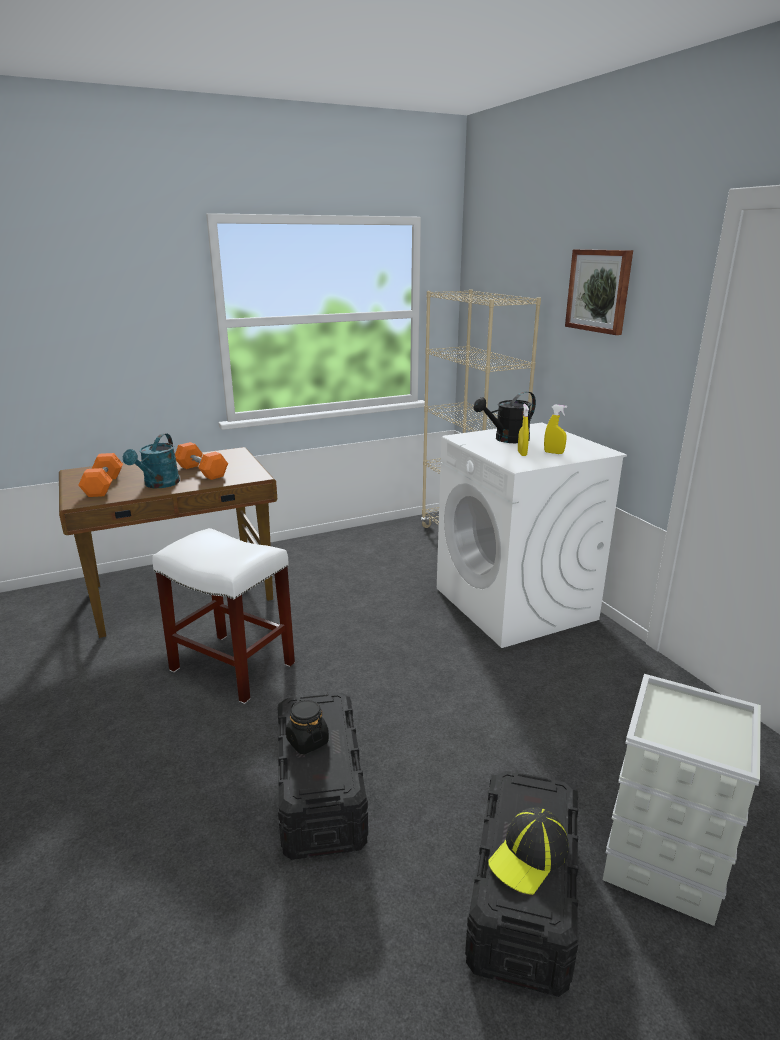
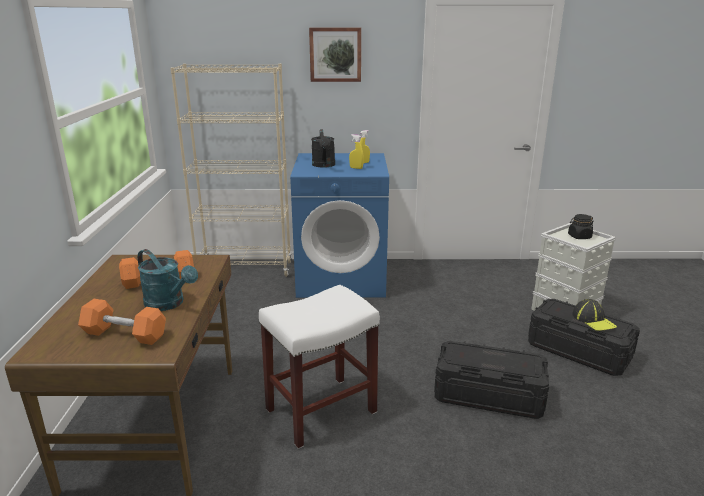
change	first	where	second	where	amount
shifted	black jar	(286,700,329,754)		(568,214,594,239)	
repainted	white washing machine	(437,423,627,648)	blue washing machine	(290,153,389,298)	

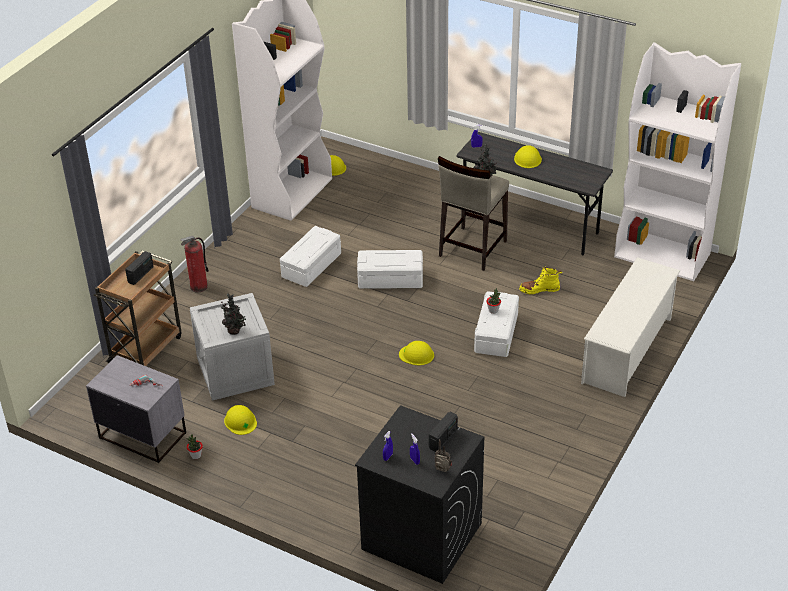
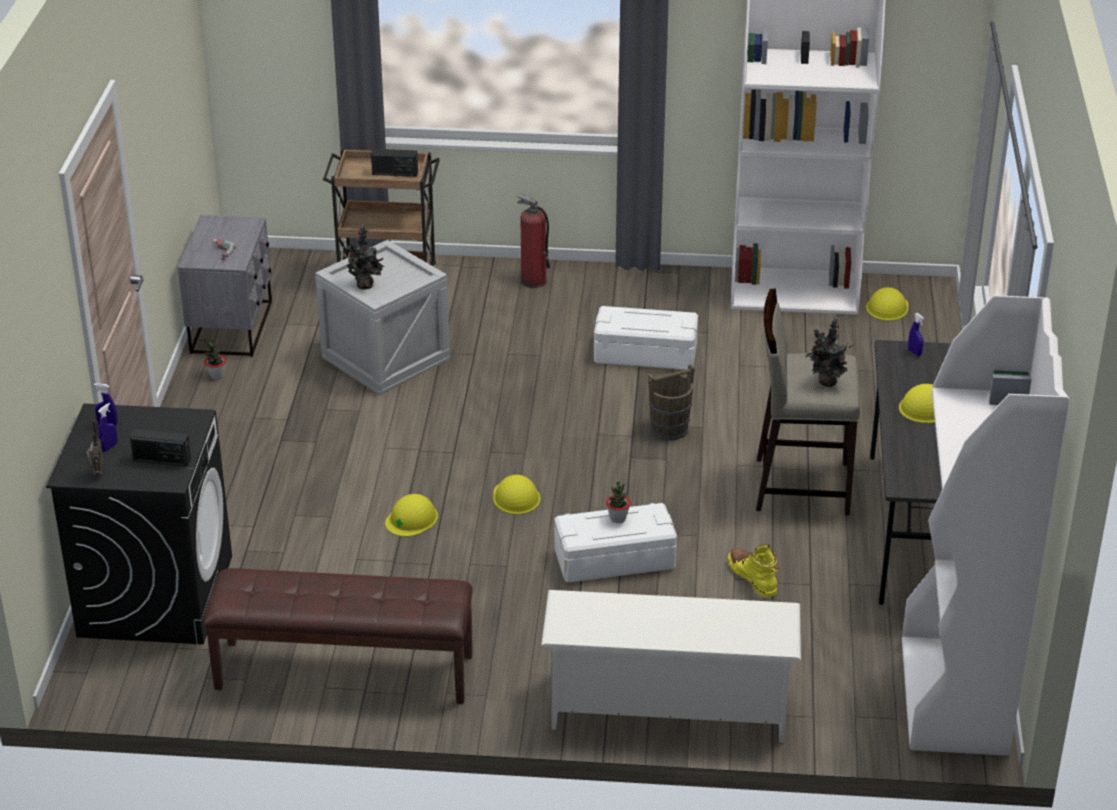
change	first	where	second	where	amount
shifted	yellow hard hat	(224,405,257,435)		(385,494,438,537)	
swapped	white storage box	(357,250,423,289)	brown bucket	(648,364,695,441)	
new			brown bench	(204,568,473,704)	

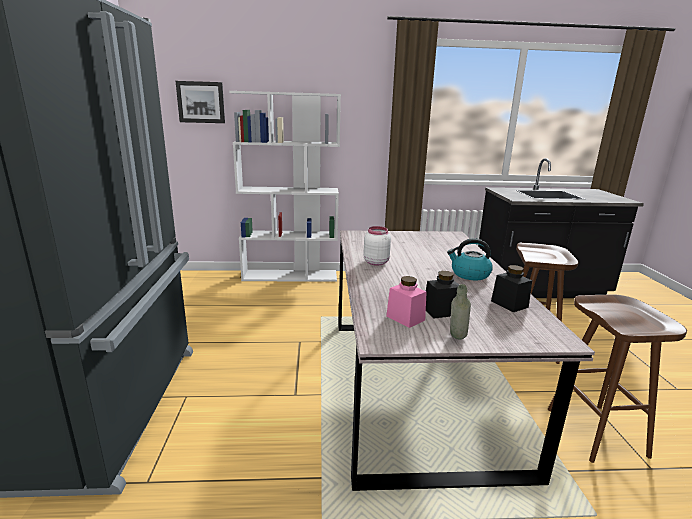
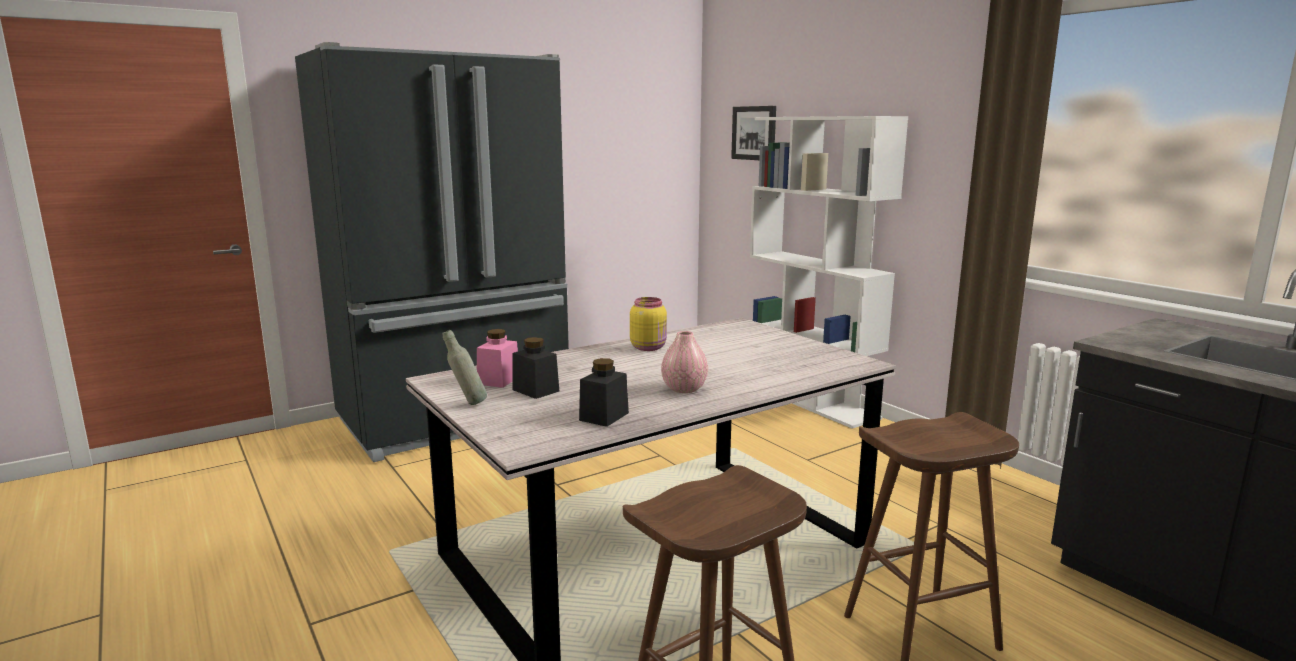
change	first	where	second	where	amount
repainted	white jar	(363,226,391,266)	yellow jar	(630,297,667,351)	
swapped	kettle	(447,238,493,280)	pink vase	(661,331,708,393)	

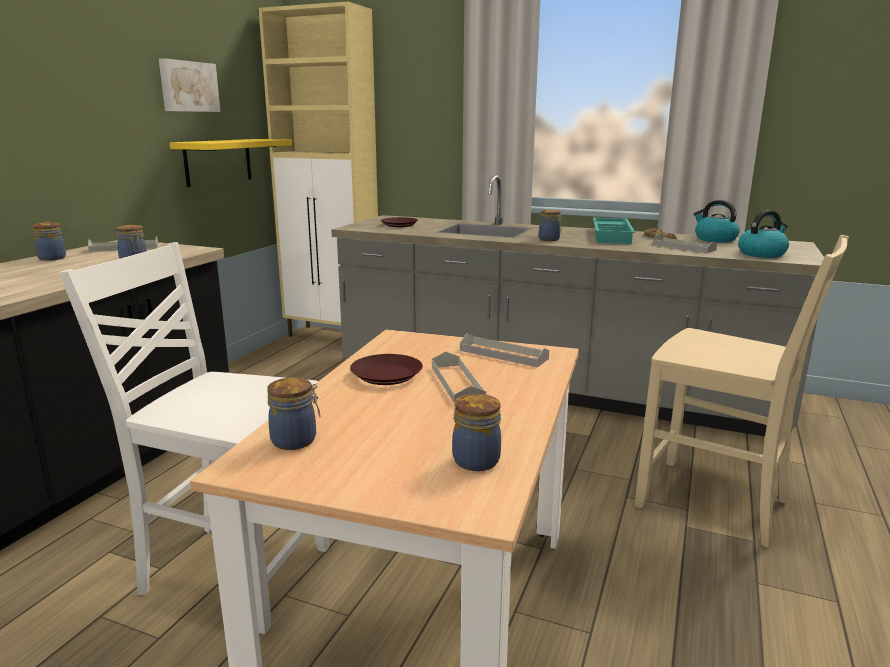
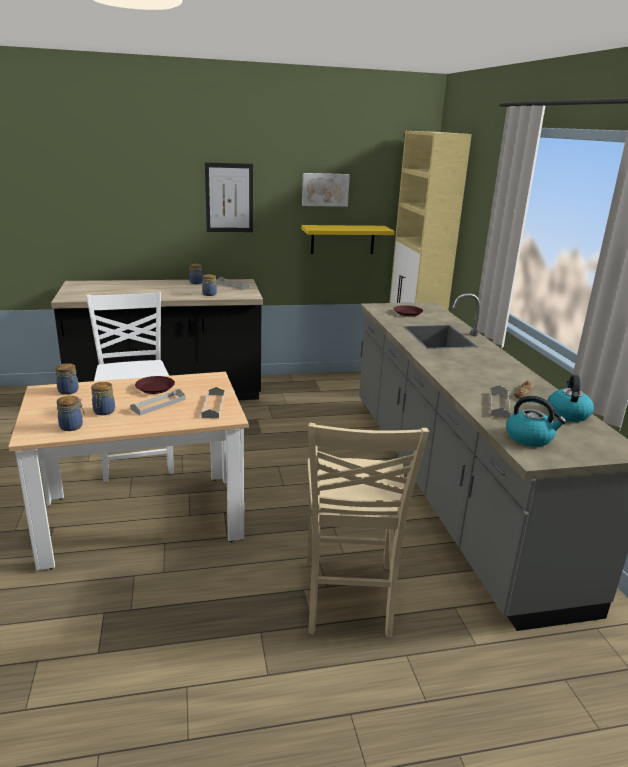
change	first	where	second	where	amount
shifted	jar	(539,209,562,241)		(91,382,115,415)	
gone	turquoise tray	(593,218,635,244)			
new			picture	(205,162,253,232)	

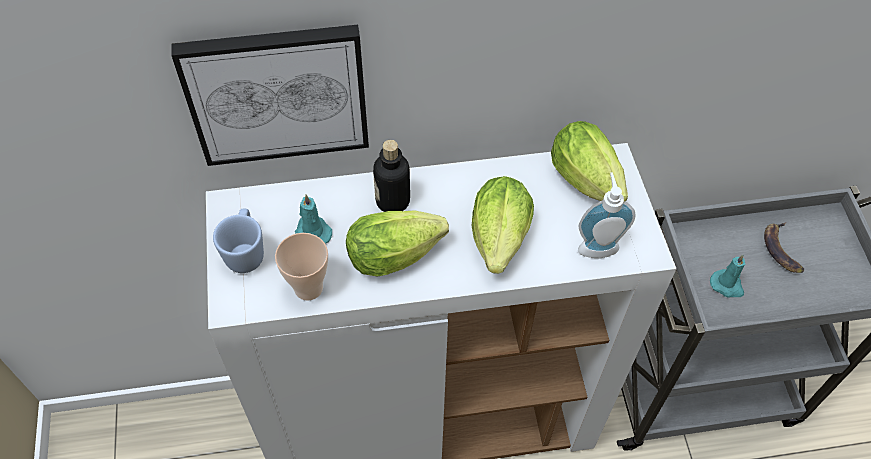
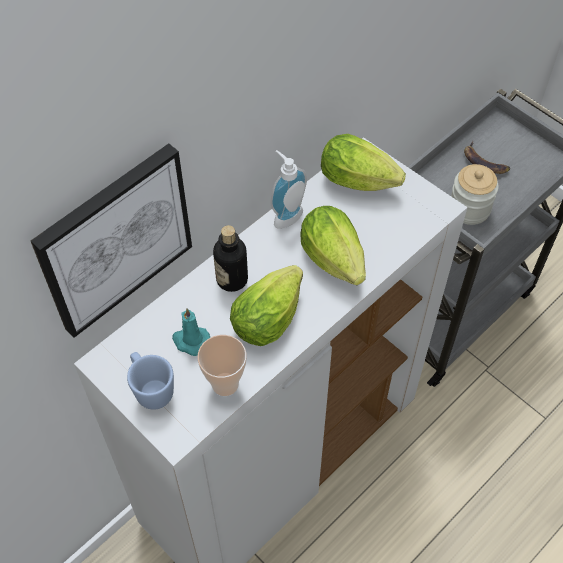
change	first	where	second	where	amount
shifted	soap dispenser	(578,173,636,258)		(270,150,307,229)	
swapped	turquoise candle	(710,255,745,298)	jar	(451,164,499,225)	

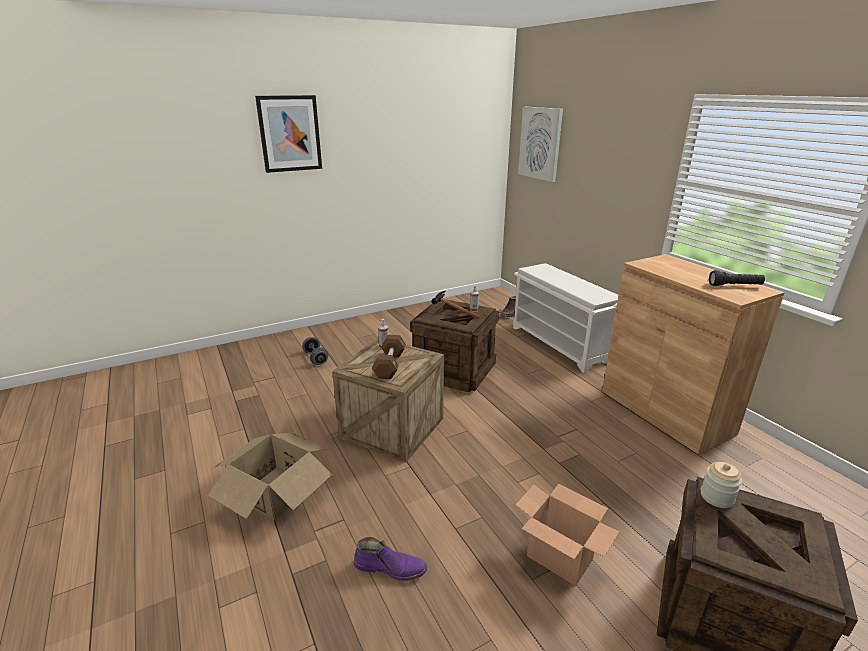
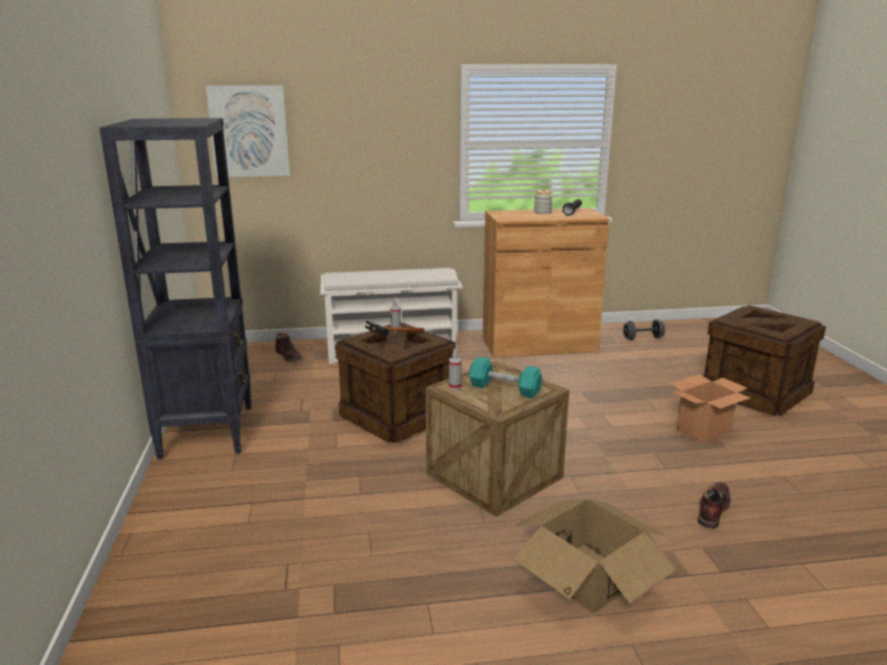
change	first	where	second	where	amount
gone	picture	(255,95,322,173)			
shifted	grey dumbbell	(302,337,328,365)		(623,319,665,340)	
repainted	purple boot	(354,537,427,581)	brown boot	(698,482,731,529)	
repainted	brown dumbbell	(372,335,406,379)	turquoise dumbbell	(469,357,542,398)	
shifted	jar	(701,462,742,508)		(534,188,553,214)	
new			black bookcase	(99,118,252,460)	

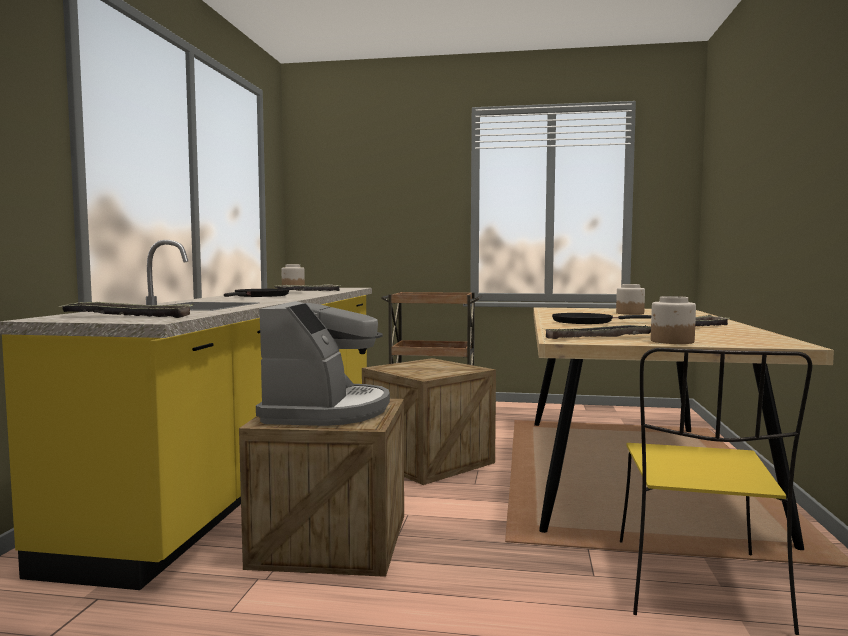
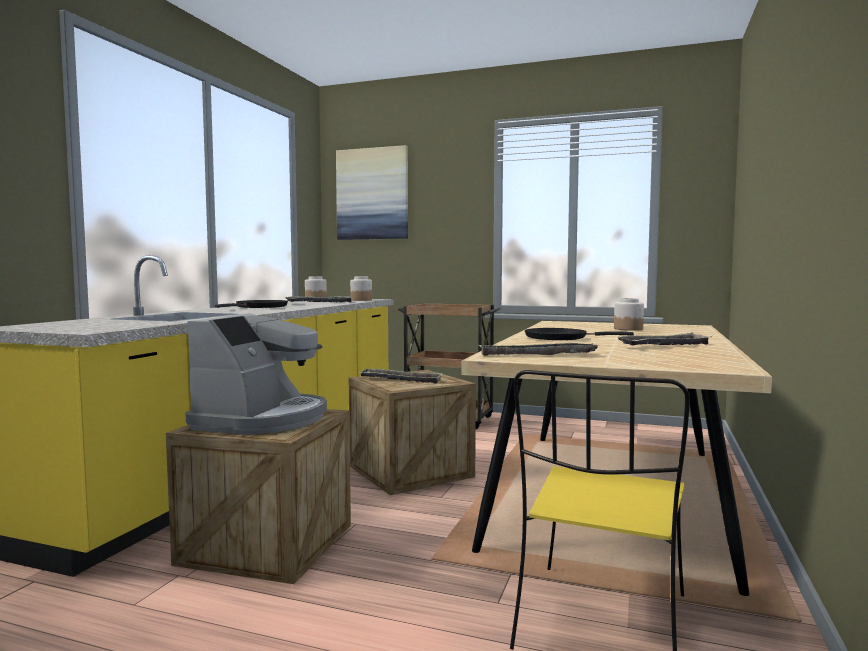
change	first	where	second	where	amount
shifted	tray	(62,302,193,318)		(359,369,443,384)	
shifted	jar	(651,296,696,344)		(350,277,372,301)	
new			picture	(336,145,408,240)	

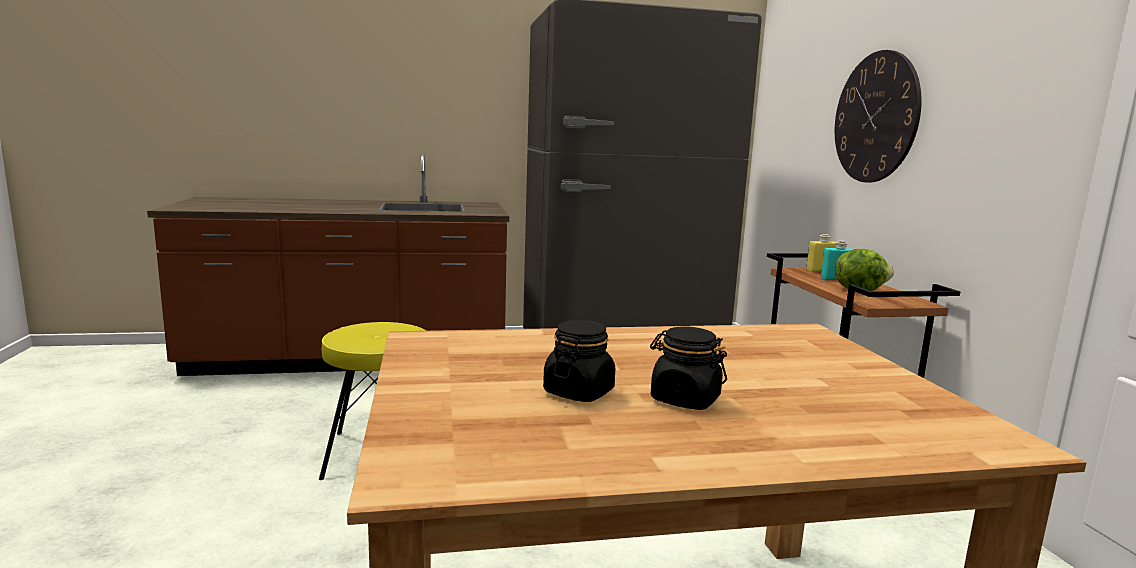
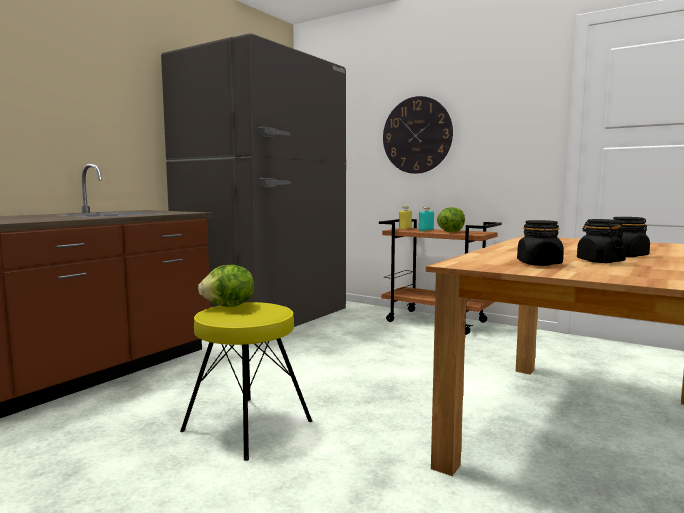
change	first	where	second	where	amount
new			lettuce	(198,265,254,307)	
new			black jar	(517,220,564,266)	

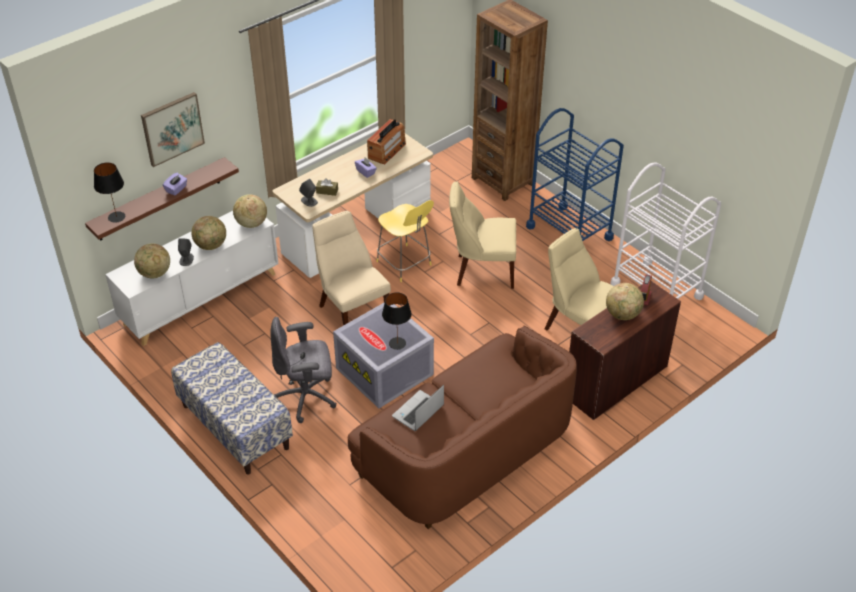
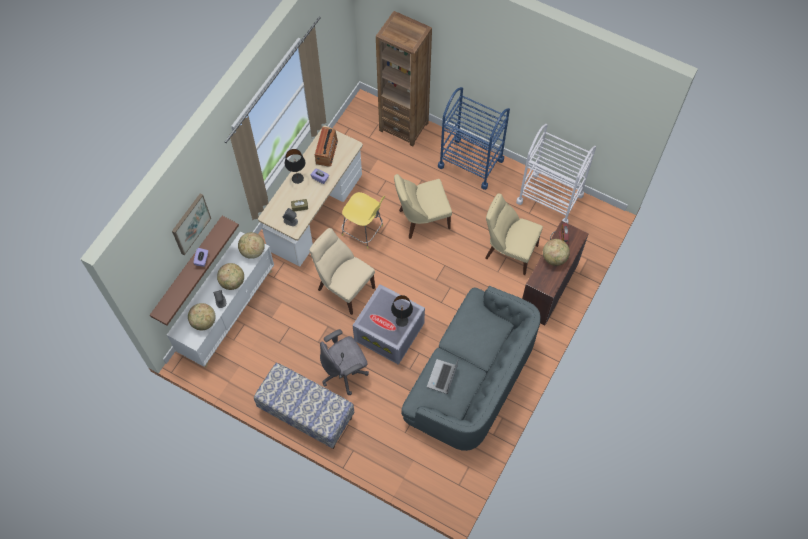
change	first	where	second	where	amount
shifted	black table lamp	(94,162,125,223)		(285,149,305,184)	
repainted	brown sofa	(348,326,577,529)	grey sofa	(401,286,541,451)	

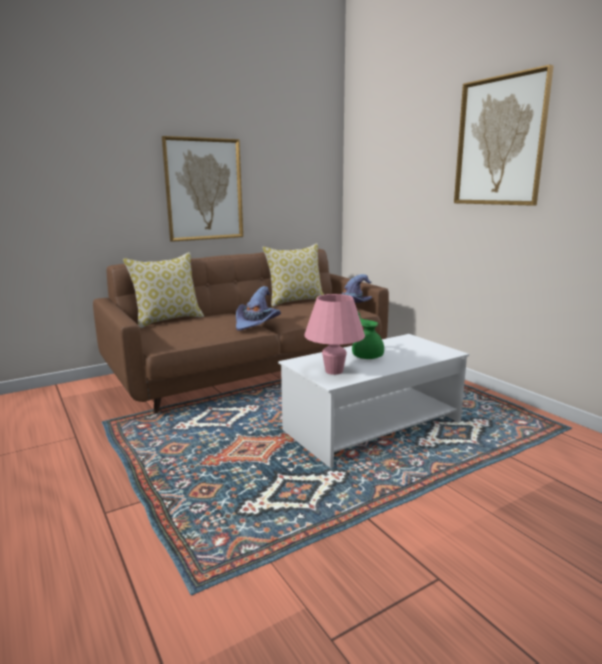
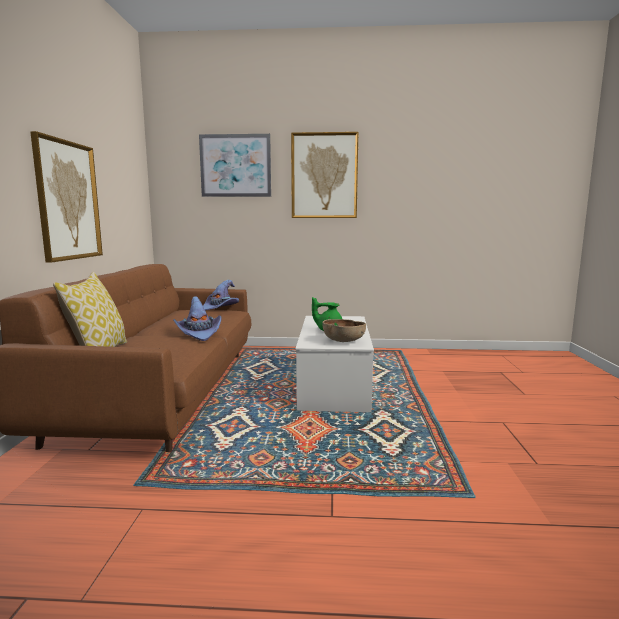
change	first	where	second	where	amount
gone	pillow	(262,243,324,307)			
swapped	pink table lamp	(304,294,365,375)	brown bowl	(322,319,366,342)	
new			picture	(199,134,271,197)	

